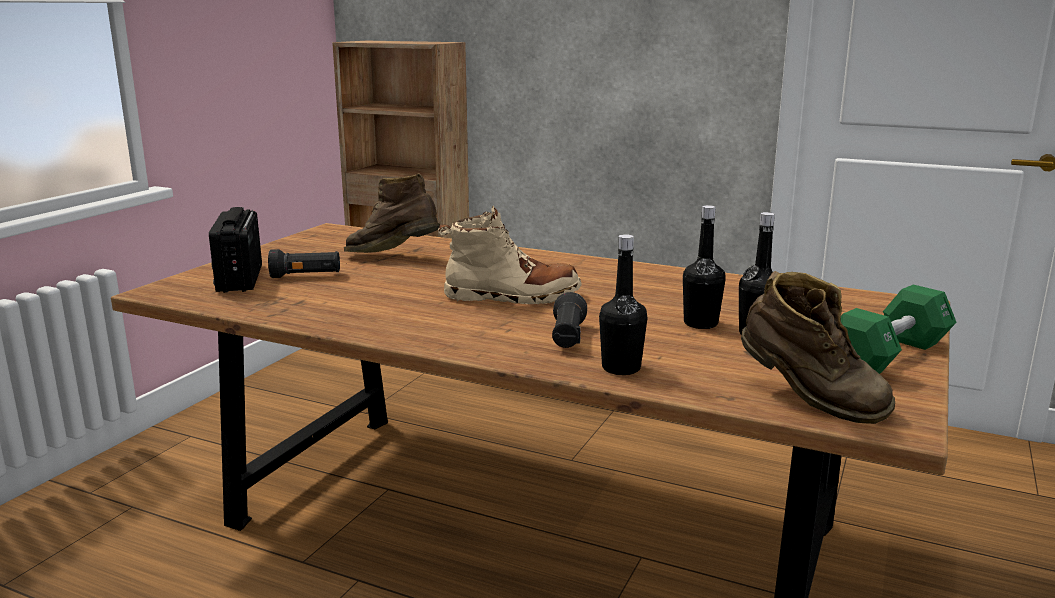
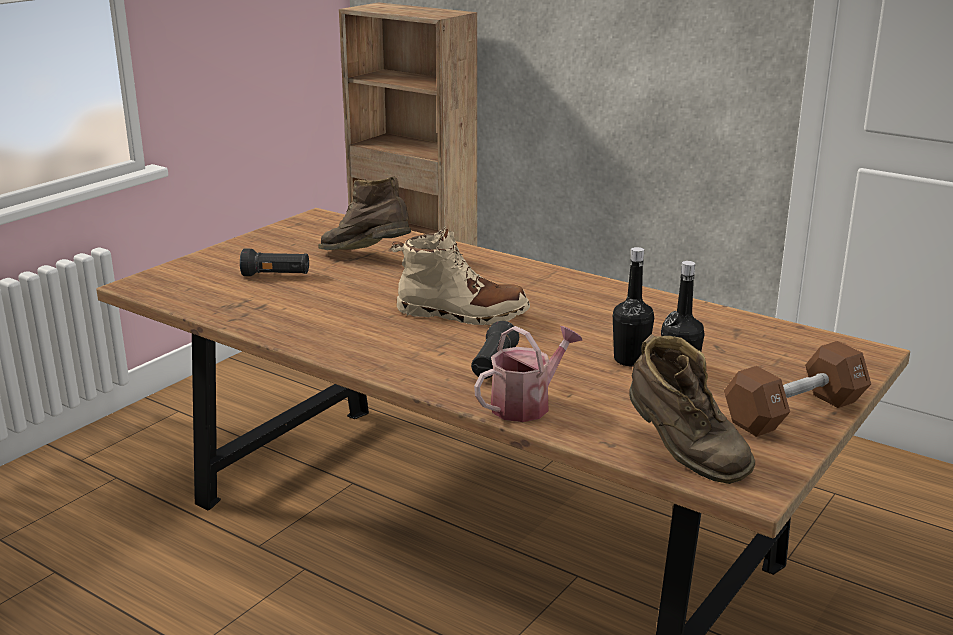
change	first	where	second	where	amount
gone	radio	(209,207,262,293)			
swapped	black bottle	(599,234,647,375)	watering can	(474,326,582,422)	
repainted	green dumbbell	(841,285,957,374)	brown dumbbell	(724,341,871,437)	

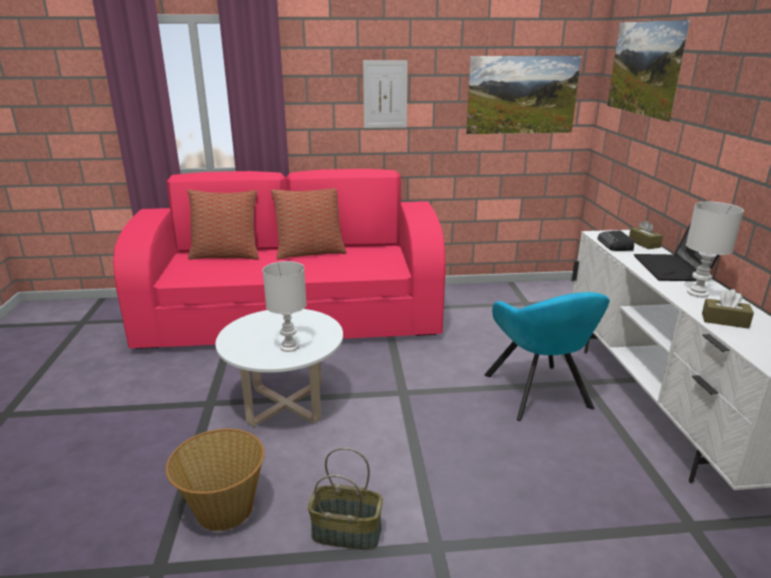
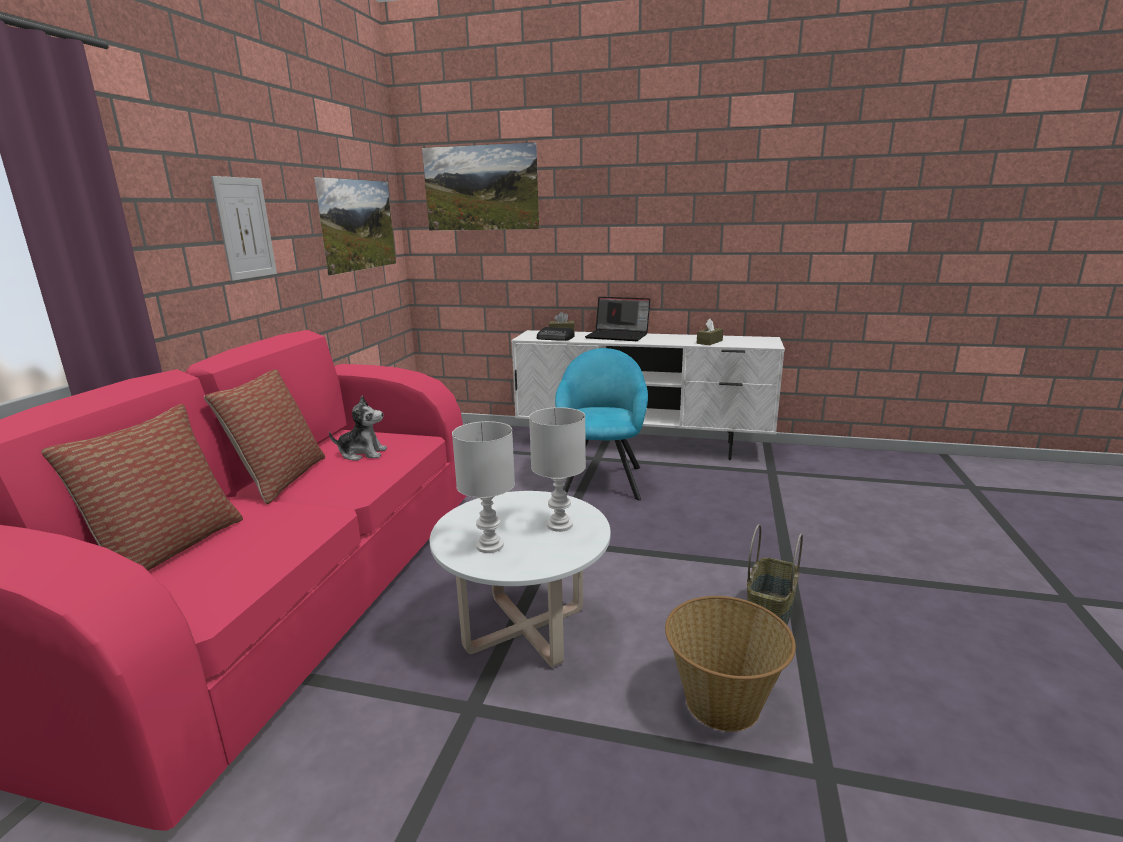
change	first	where	second	where	amount
rotated	turquoise armchair	(484,292,610,421)		(555,348,648,501)	90 degrees counterclockwise
shifted	white table lamp	(686,202,744,298)		(452,421,515,553)	
new			plush toy	(329,396,387,461)	

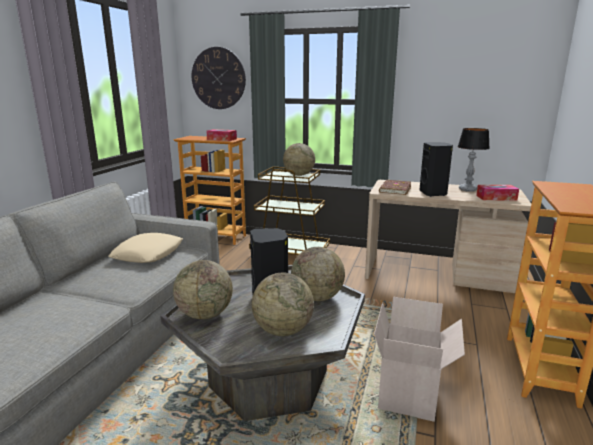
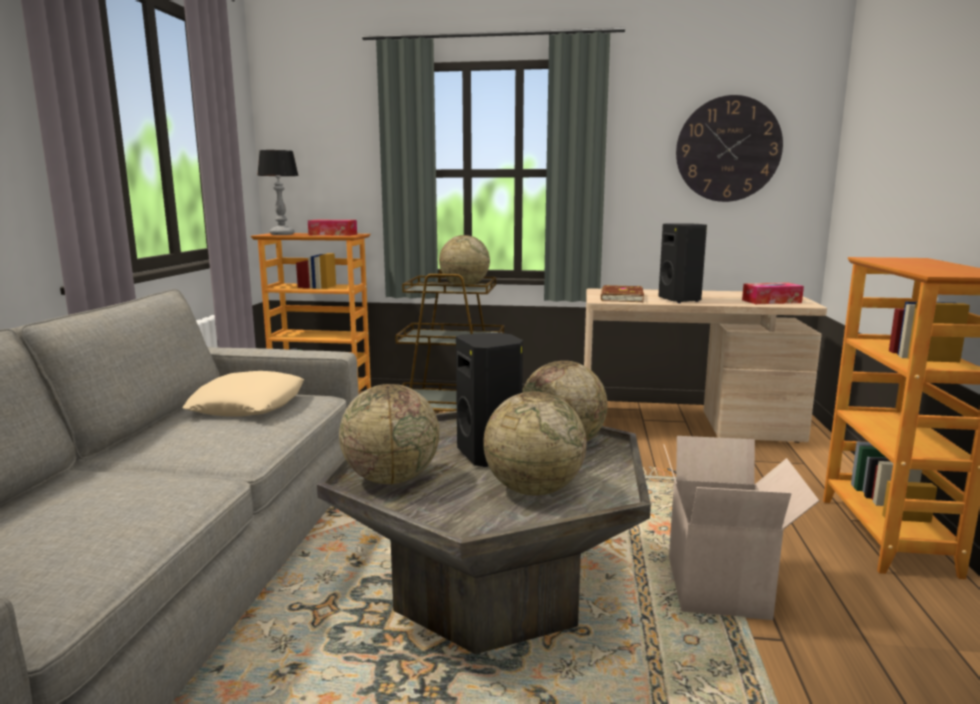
change	first	where	second	where	amount
shifted	wall clock	(192,47,246,109)		(676,95,783,202)	
shifted	table lamp	(458,128,490,192)		(257,150,299,235)	

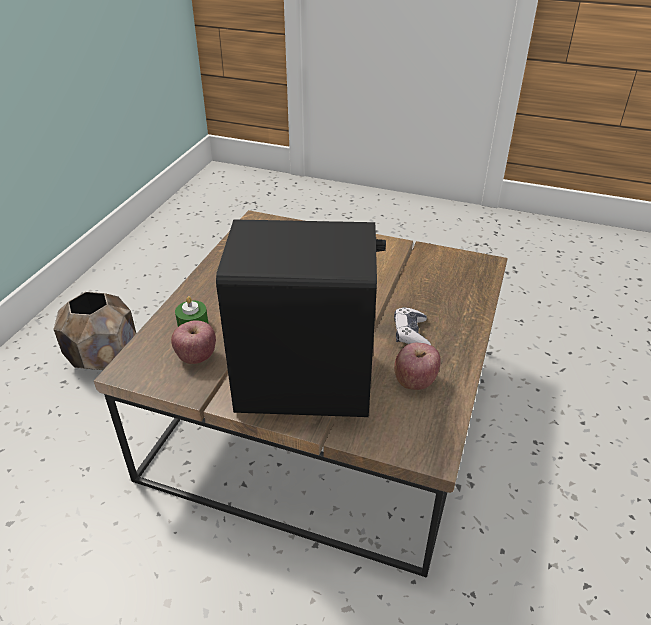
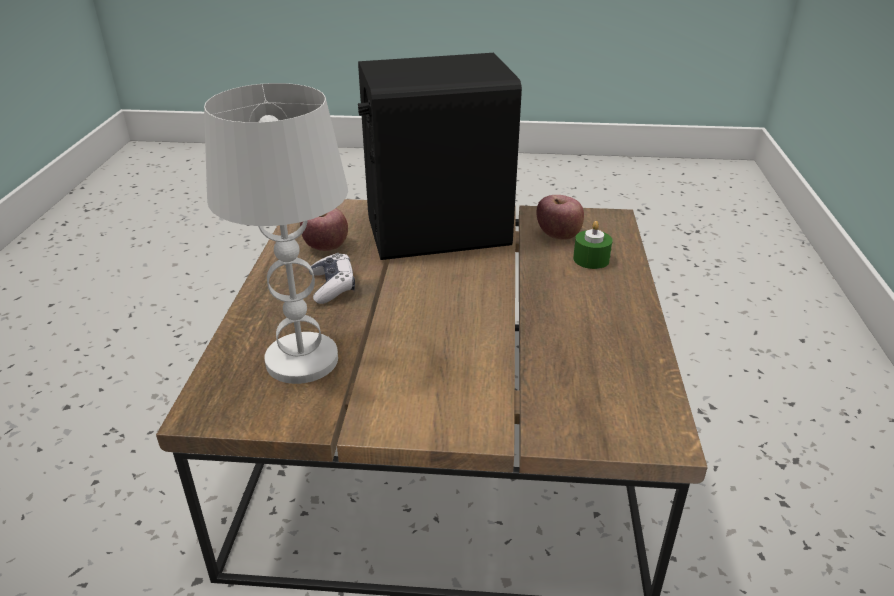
change	first	where	second	where	amount
gone	brown planter	(54,292,137,370)			
new			white table lamp	(204,83,348,384)	

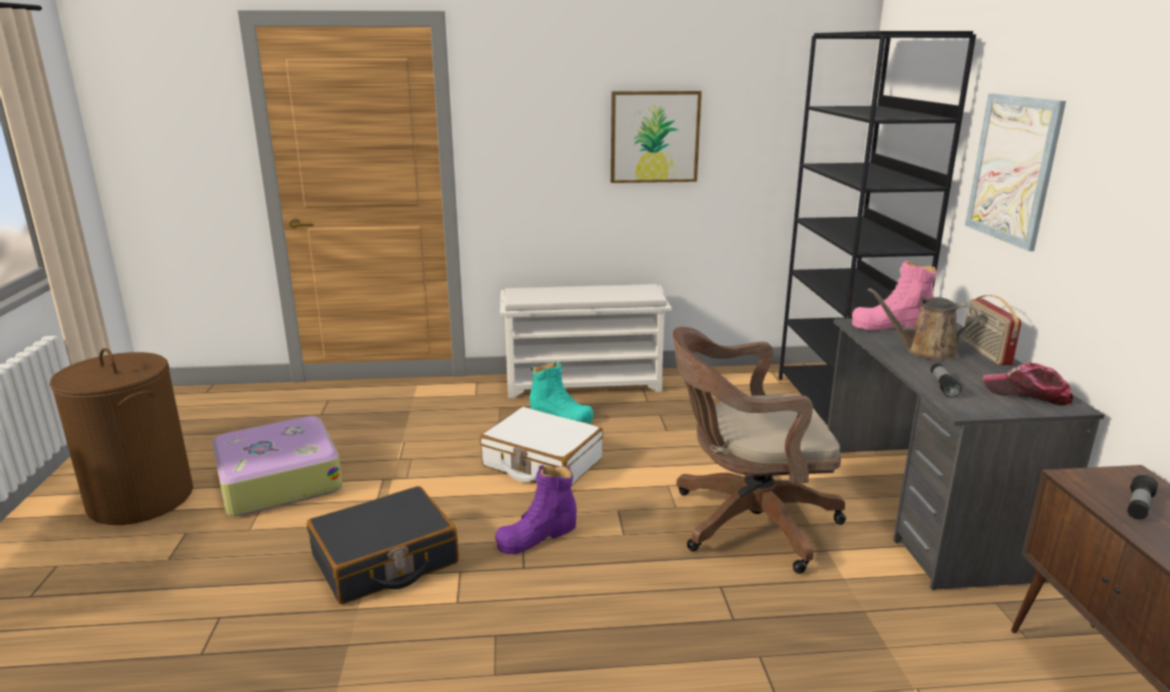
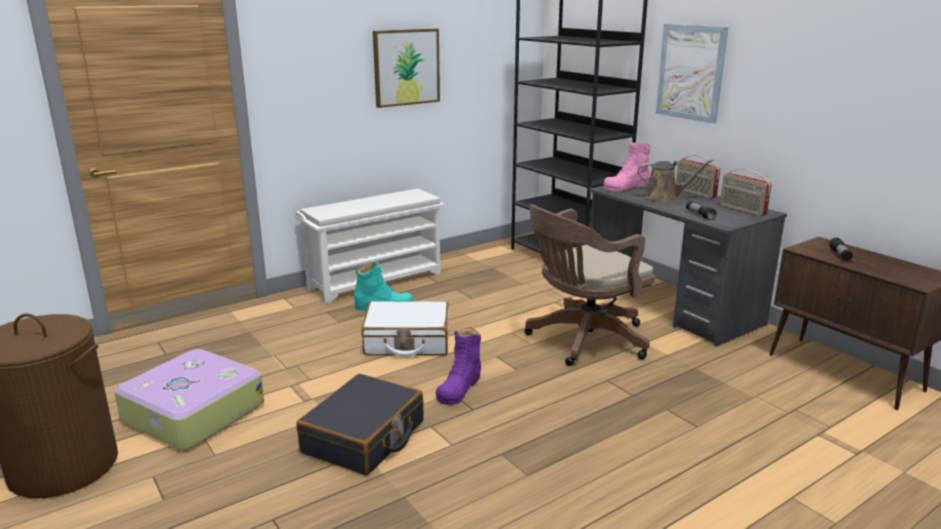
change	first	where	second	where	amount
rotated	brown watering can	(868,288,978,360)		(638,159,714,203)	150 degrees counterclockwise
swapped	cap	(983,363,1074,405)	radio	(720,169,772,217)	

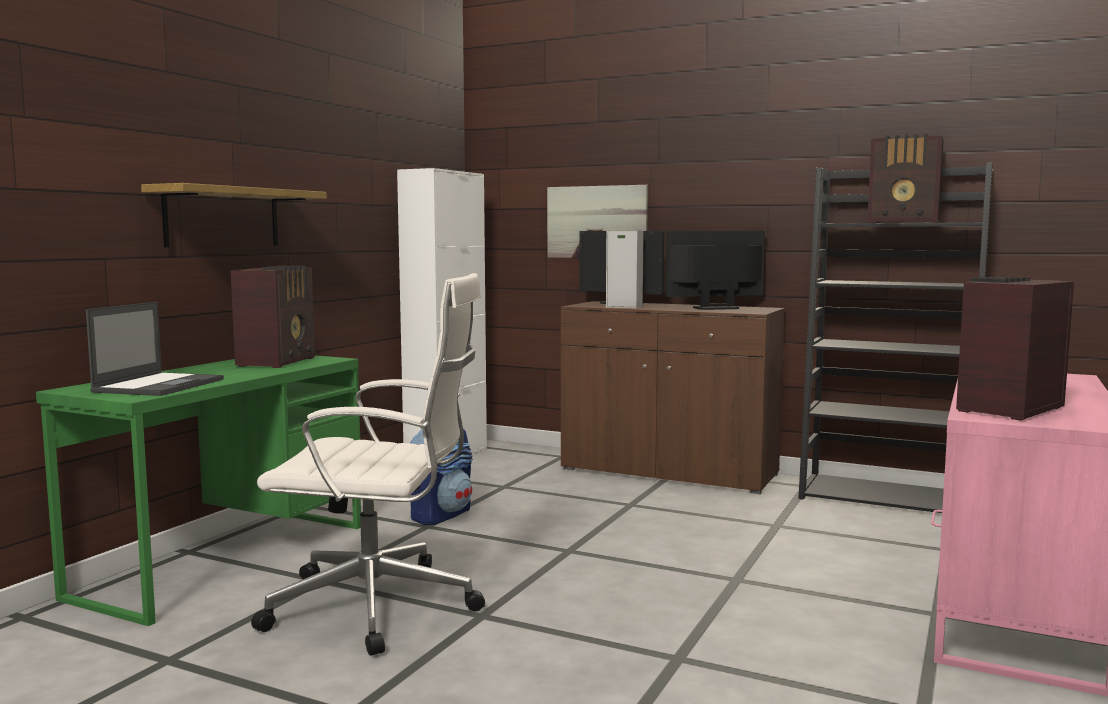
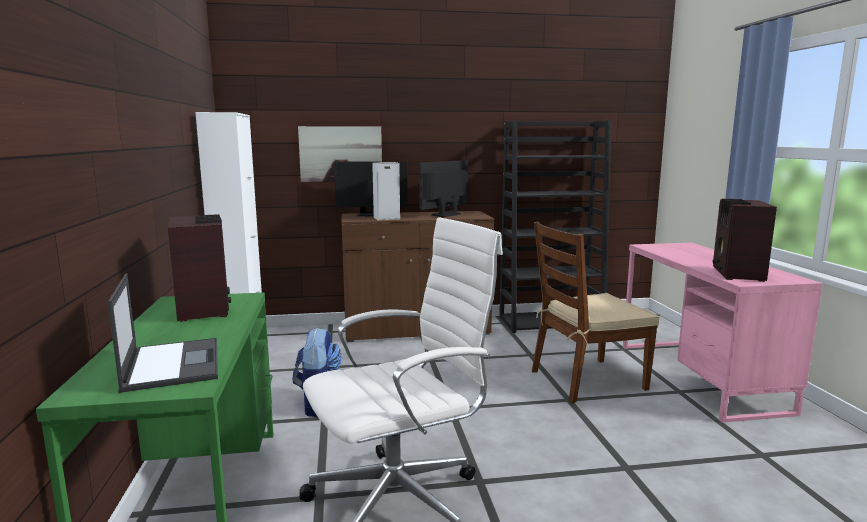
change	first	where	second	where	amount
gone	shelf	(141,183,327,247)			
gone	radio	(867,134,944,223)			
new			brown chair	(532,221,660,403)	

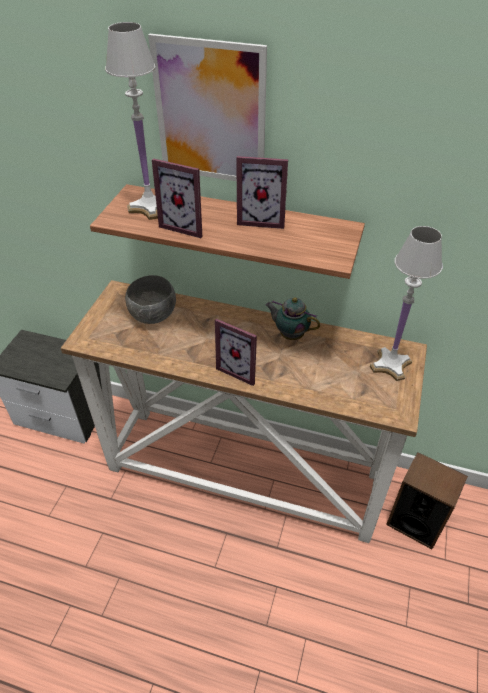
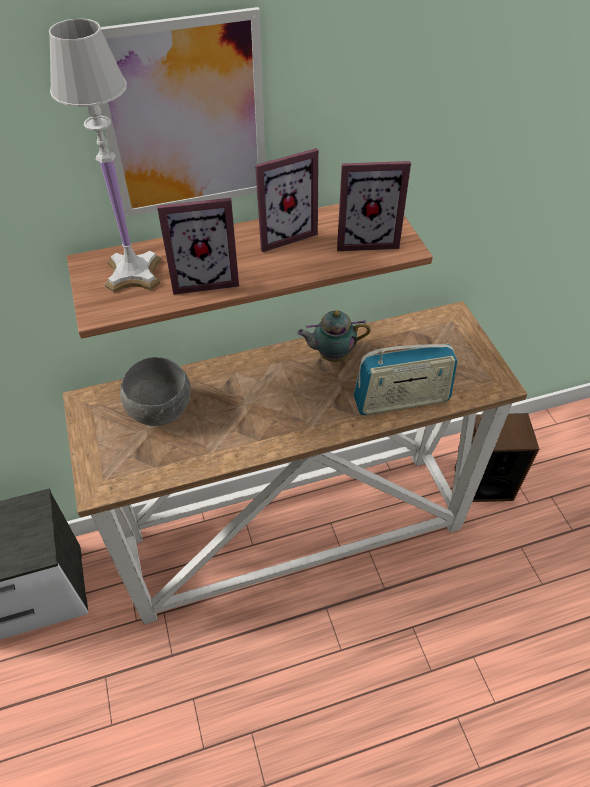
change	first	where	second	where	amount
shifted	picture frame	(215,319,257,386)		(337,161,411,251)	
gone	white table lamp	(370,226,443,381)			
new			radio	(353,343,457,415)	

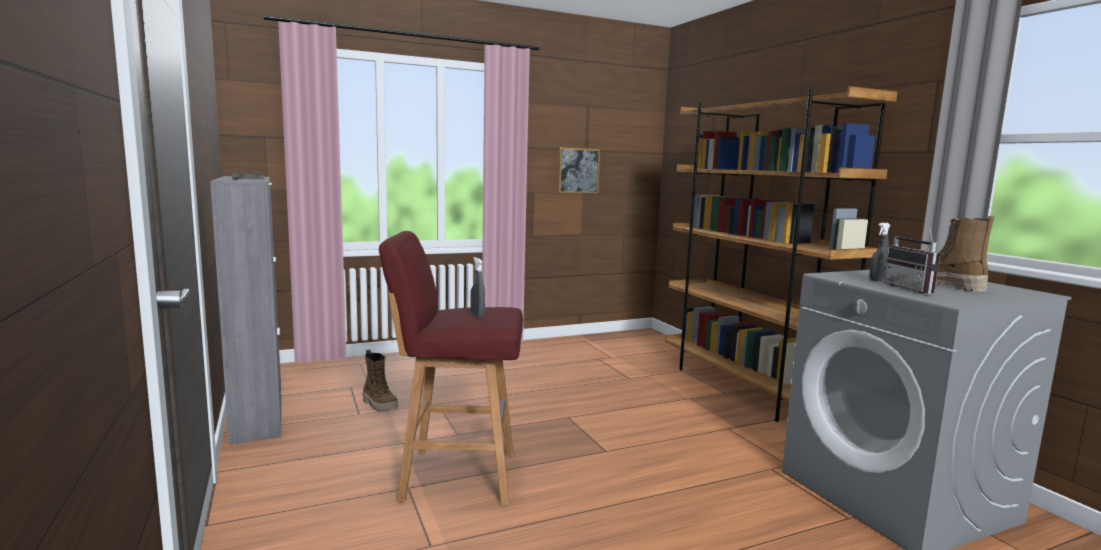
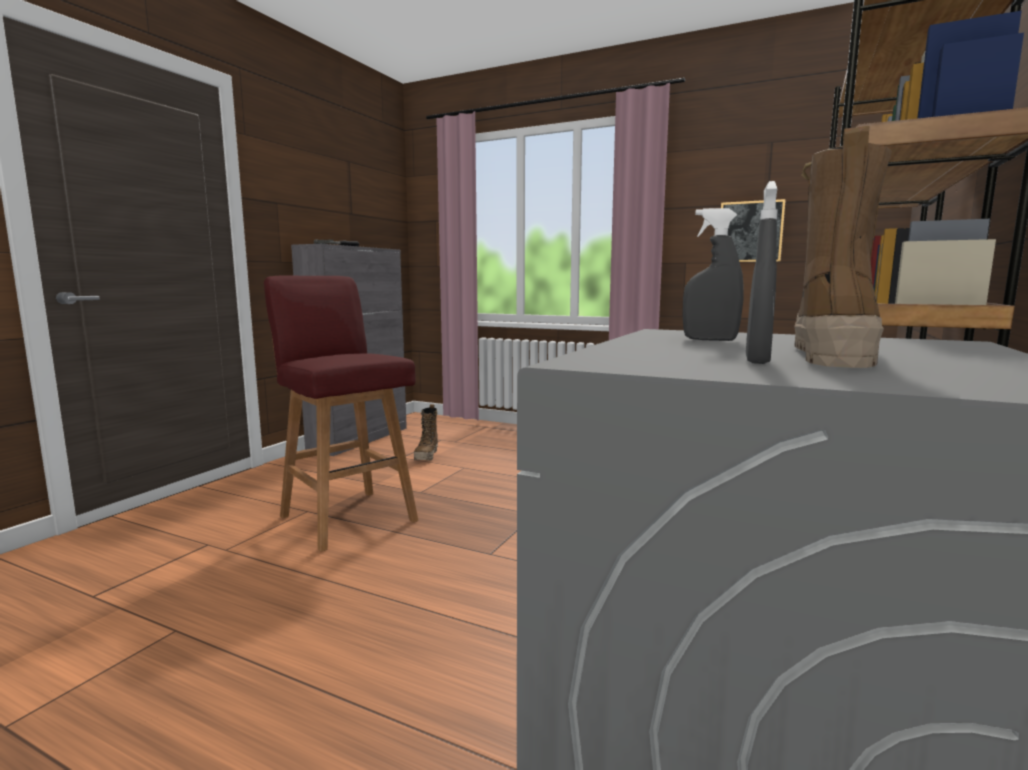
change	first	where	second	where	amount
shifted	grey spray bottle	(470,257,485,318)		(746,181,778,364)	
gone	radio	(884,226,940,294)			

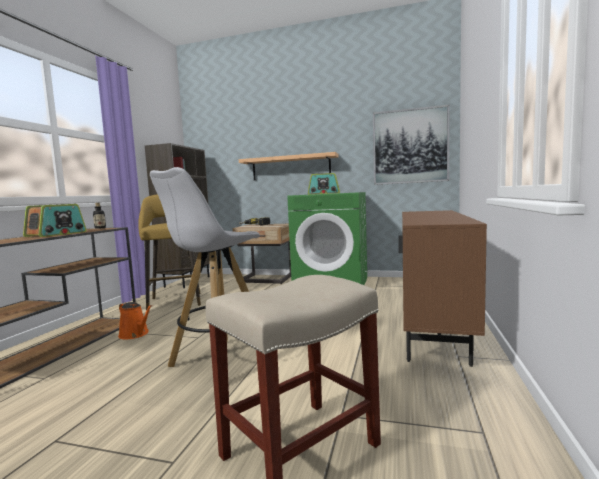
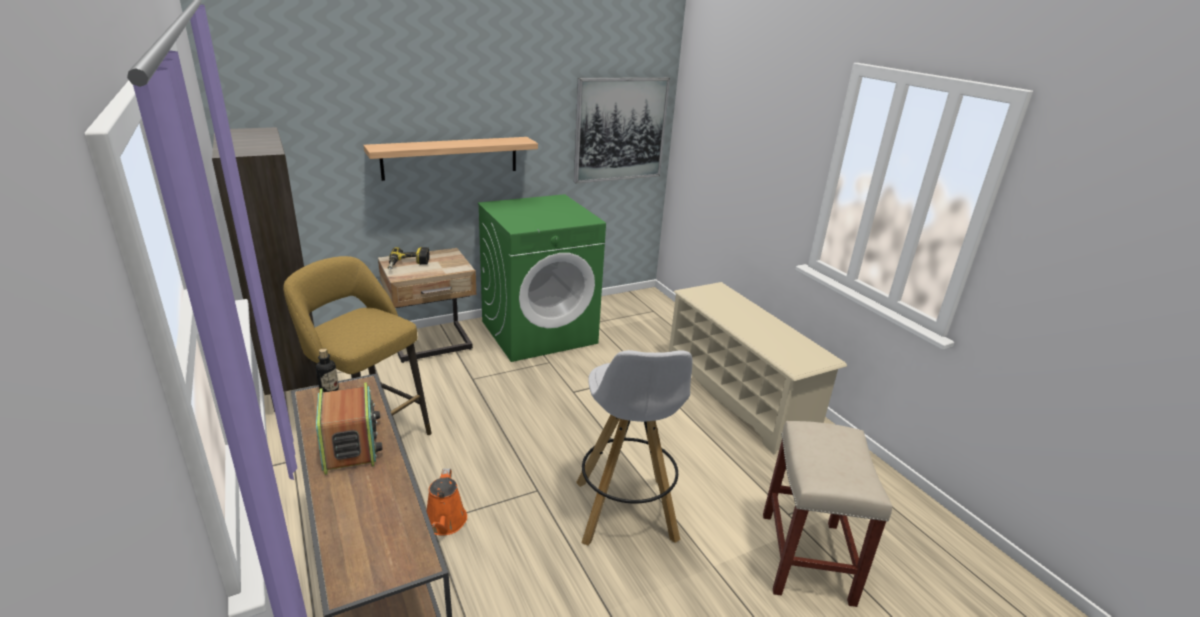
change	first	where	second	where	amount
rotated	orange watering can	(118,302,152,339)		(427,468,467,535)	90 degrees clockwise
gone	radio	(308,173,340,194)			
swapped	brown cabinet	(398,210,487,367)	beige shoe rack	(669,282,847,454)	

